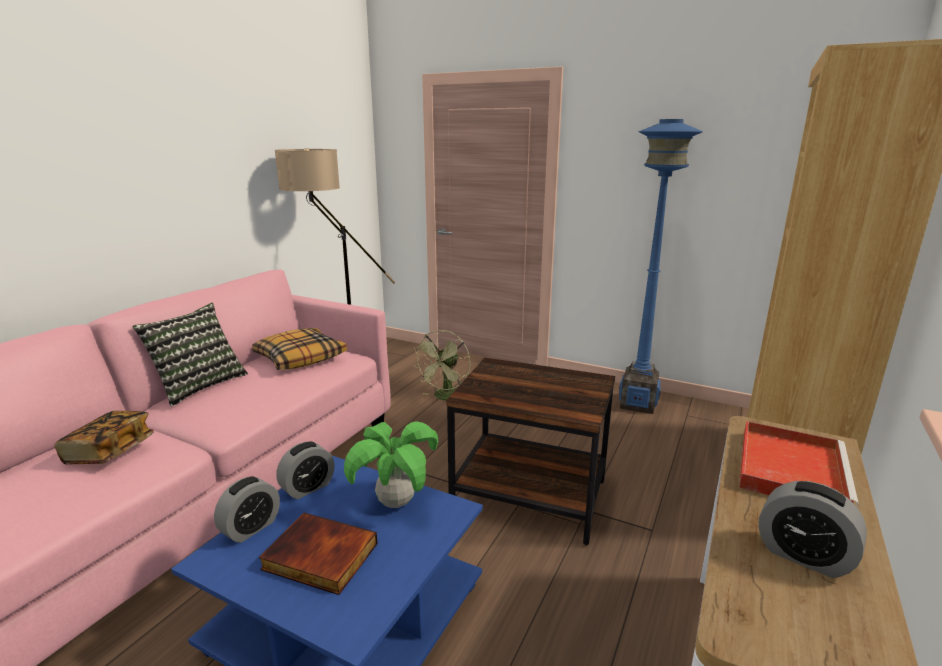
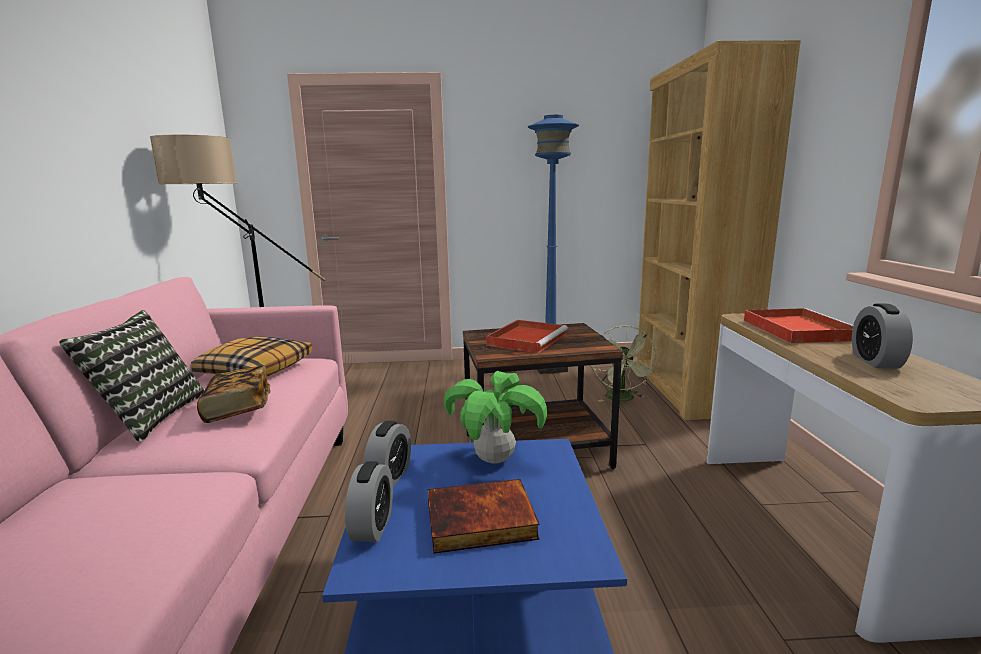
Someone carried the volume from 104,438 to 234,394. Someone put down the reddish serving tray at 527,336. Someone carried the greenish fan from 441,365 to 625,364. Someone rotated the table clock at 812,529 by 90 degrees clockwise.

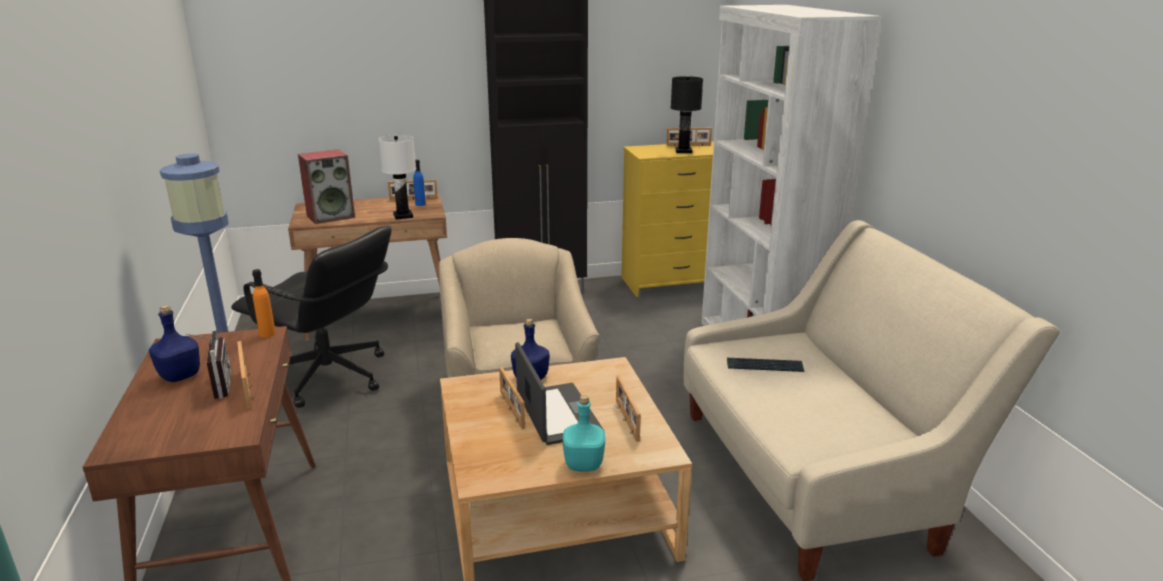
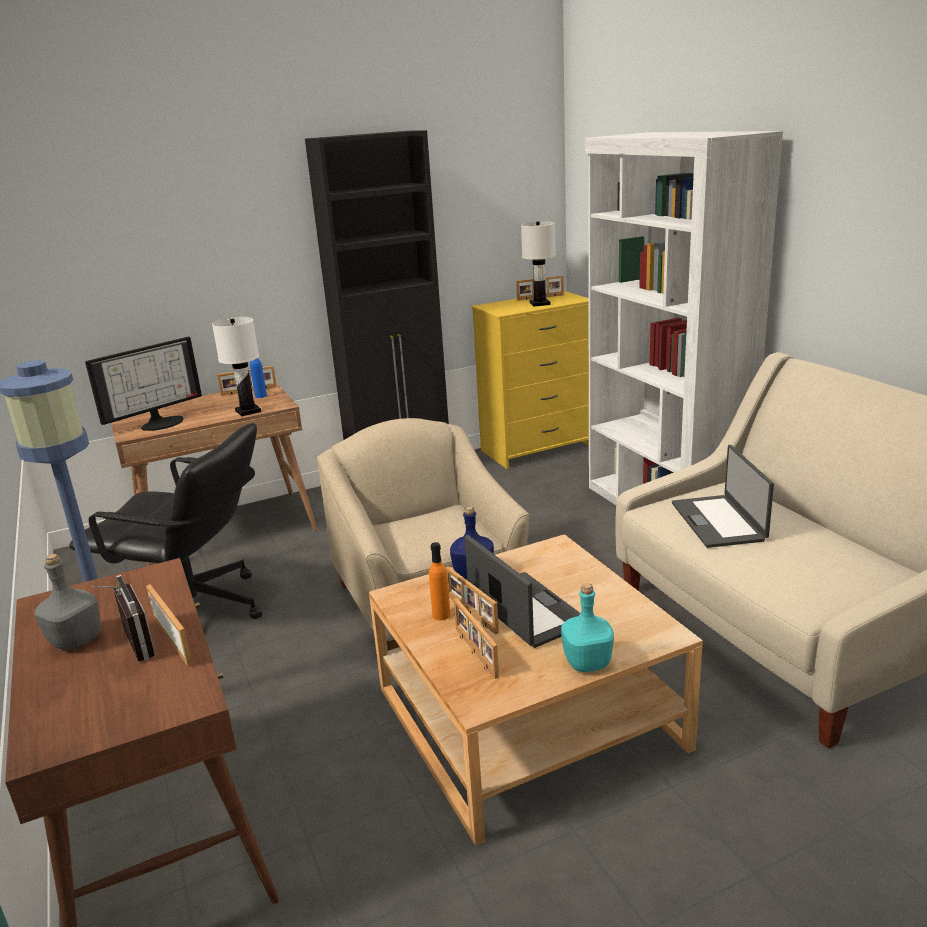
Someone repainted the blue-coloured drink bottle at 174,343, which became the greyish drink bottle at 67,602. Someone swapped the audio speaker at 326,186 for the monitor at 143,384. Someone carried the orangey drink bottle from 264,303 to 439,581. Someone carried the standing frame from 628,408 to 476,638. Someone repainted the black lamp for a table at 687,114, which became the whitish lamp for a table at 538,264. Someone swapped the keyboard at 765,365 for the laptop at 723,496.

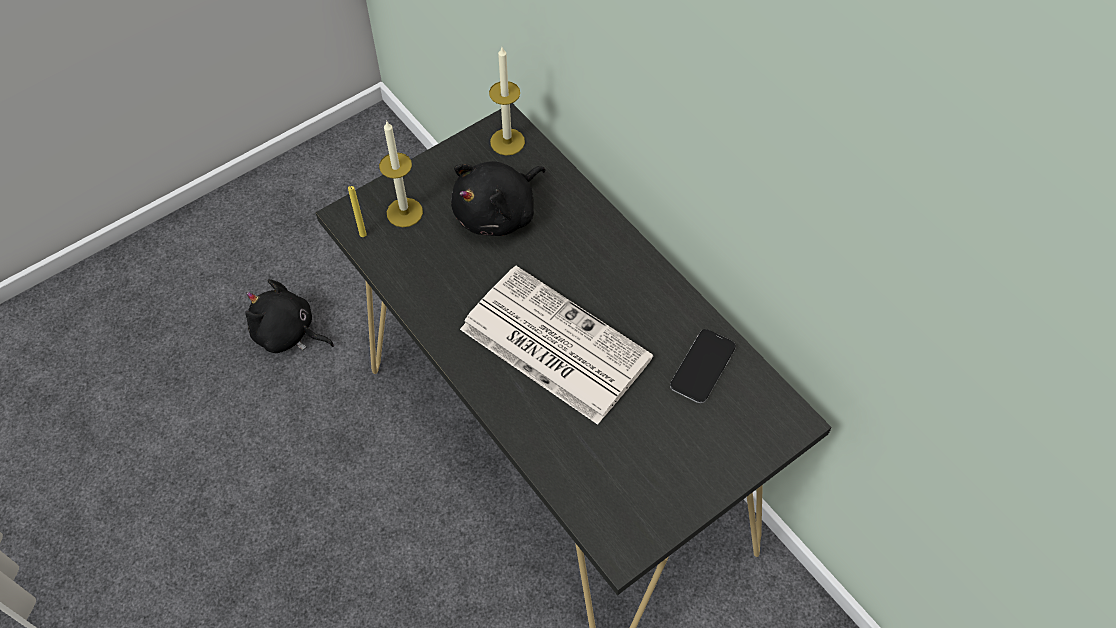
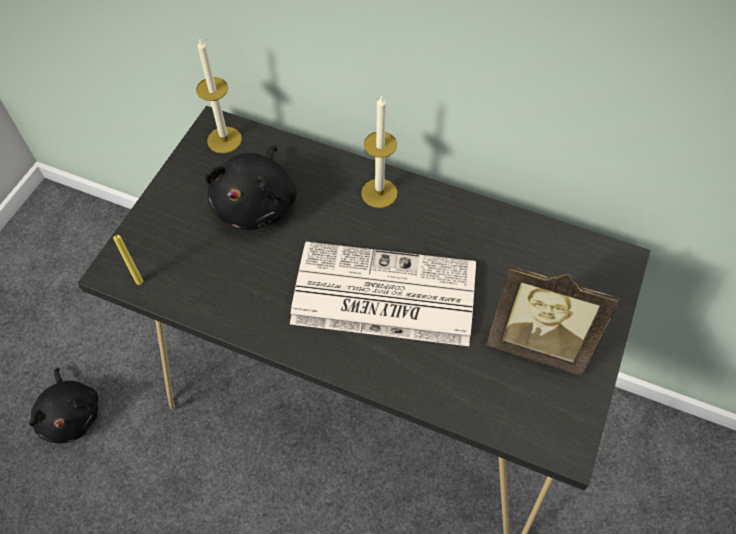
Someone rotated the black soft toy at 289,316 by 105 degrees counterclockwise. Someone carried the candle from 401,174 to 379,151. Someone put down the standing frame at 553,319. Someone took away the telephone at 703,366.

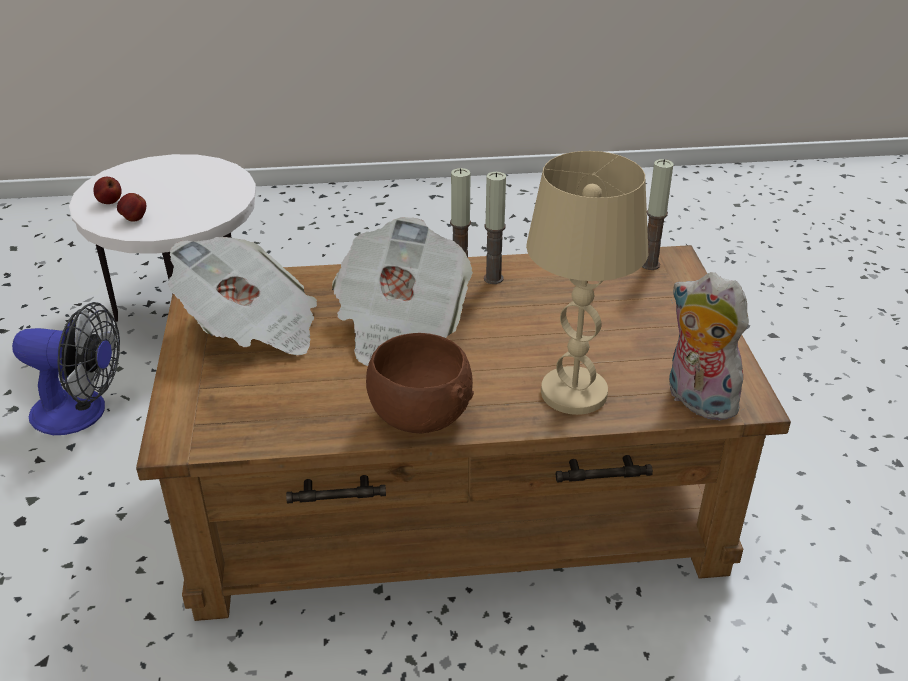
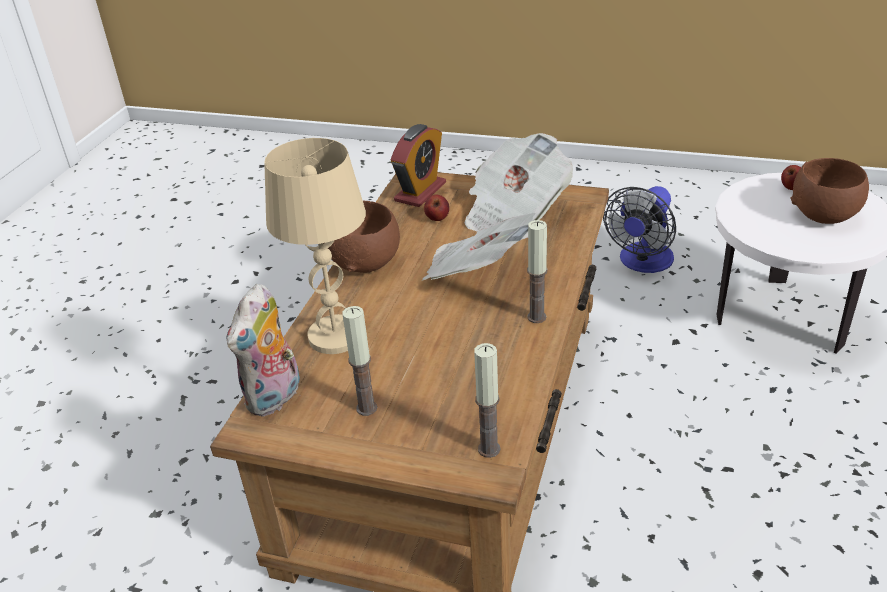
Someone rotated the soft toy at 709,346 by 135 degrees clockwise. Someone carried the candle from 495,228 to 360,361. Someone put down the table clock at 418,165. Someone carried the whole apple from 131,207 to 436,208. Someone put down the brown-coloured serving bowl at 829,191.

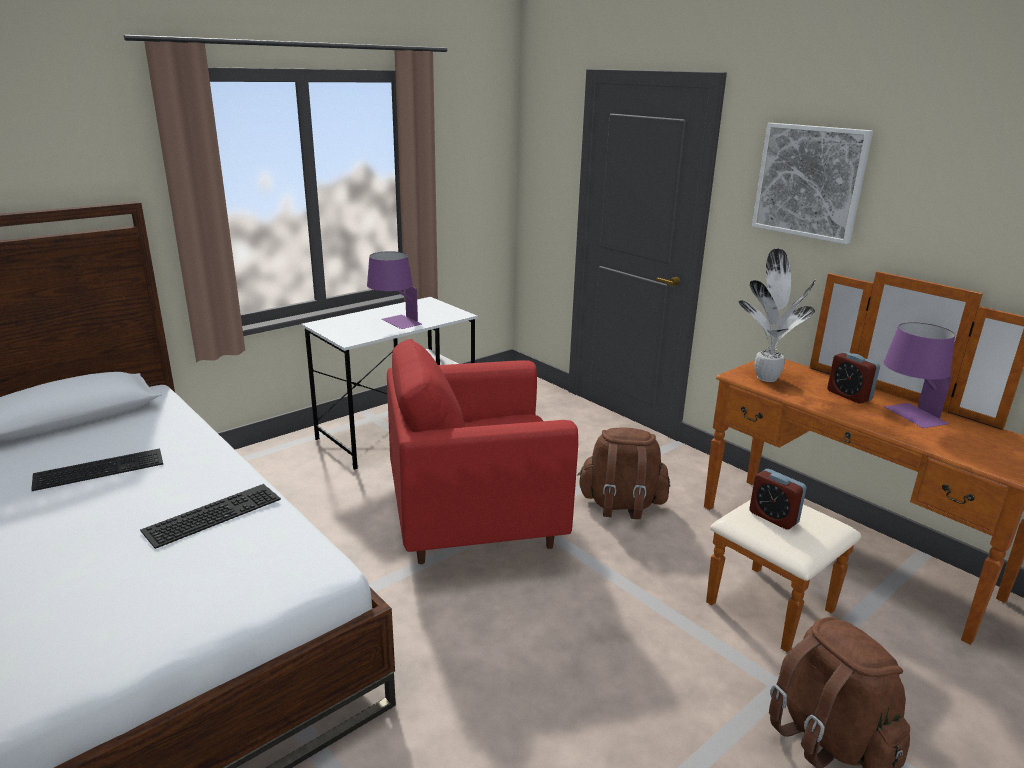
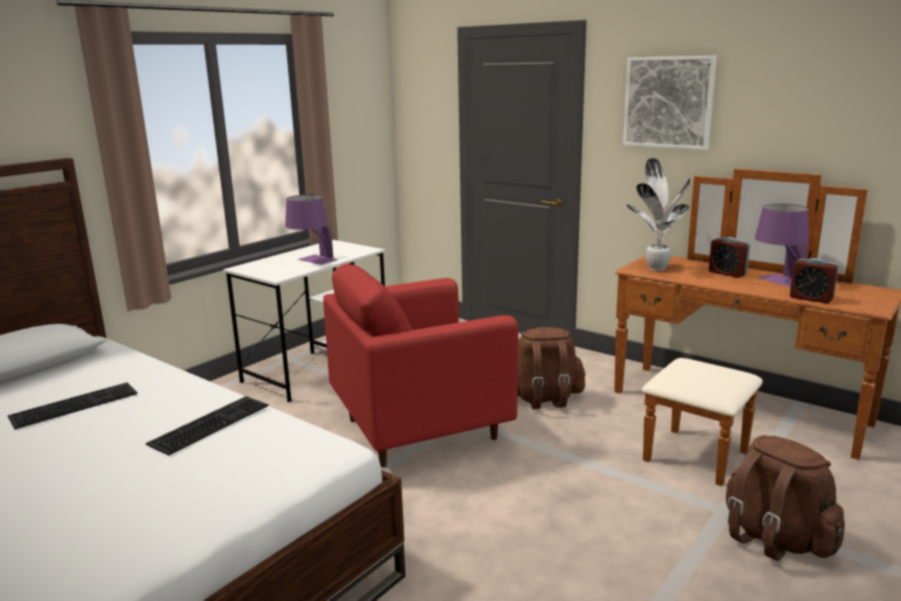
Someone carried the table clock from 778,499 to 814,280.

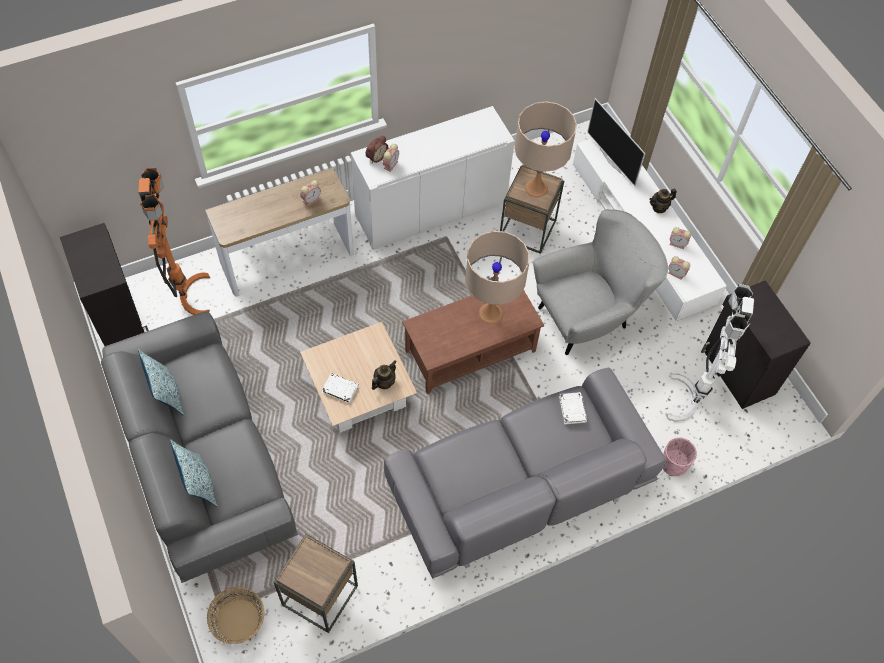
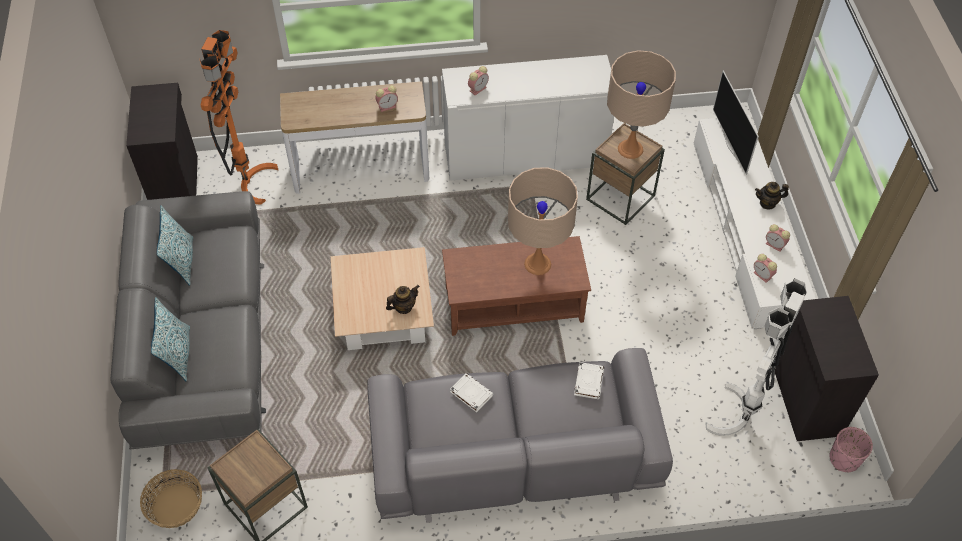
Someone carried the whitish volume from 340,388 to 471,392. Someone carried the pink planter from 680,456 to 851,449. Someone took away the table clock at 376,149. Someone took away the greyish easy chair at 600,282.

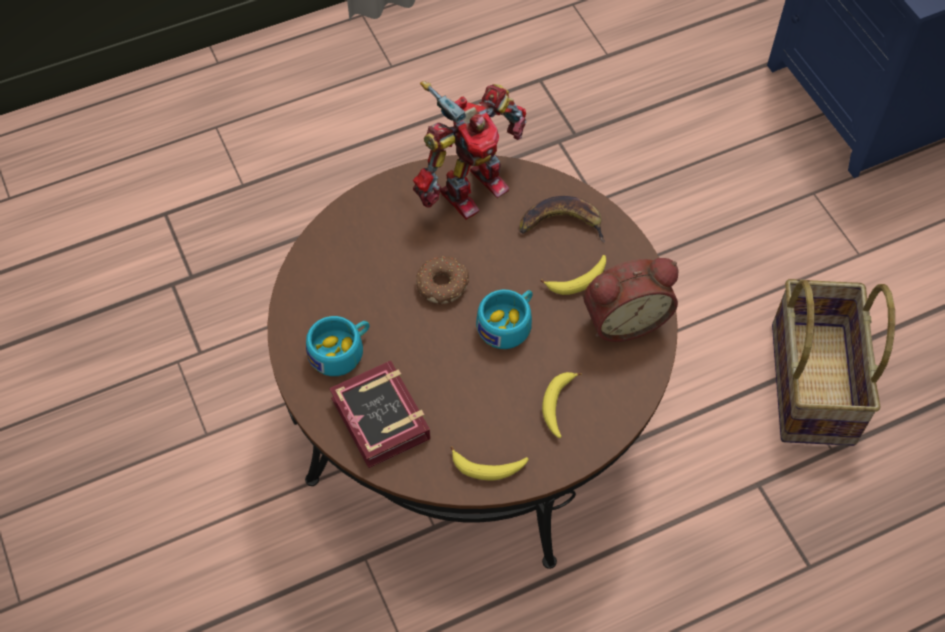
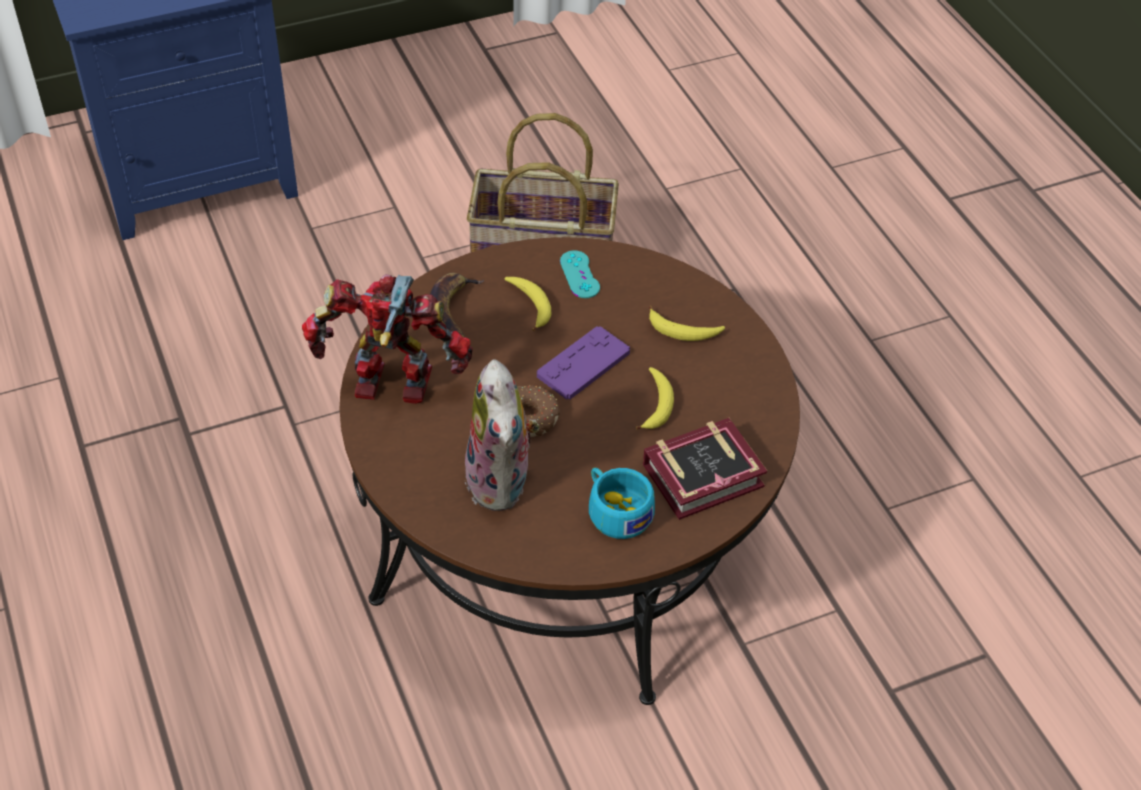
Someone rotated the model robot at 469,150 by 45 degrees counterclockwise. Someone put down the soft toy at 502,435. Someone swapped the turquoise-coloured drinking cup at 504,319 for the purple gamepad at 583,363. Someone swapped the table clock at 630,300 for the turquoise-coloured gamepad at 580,274. Someone carried the whole banana from 489,463 to 655,398.

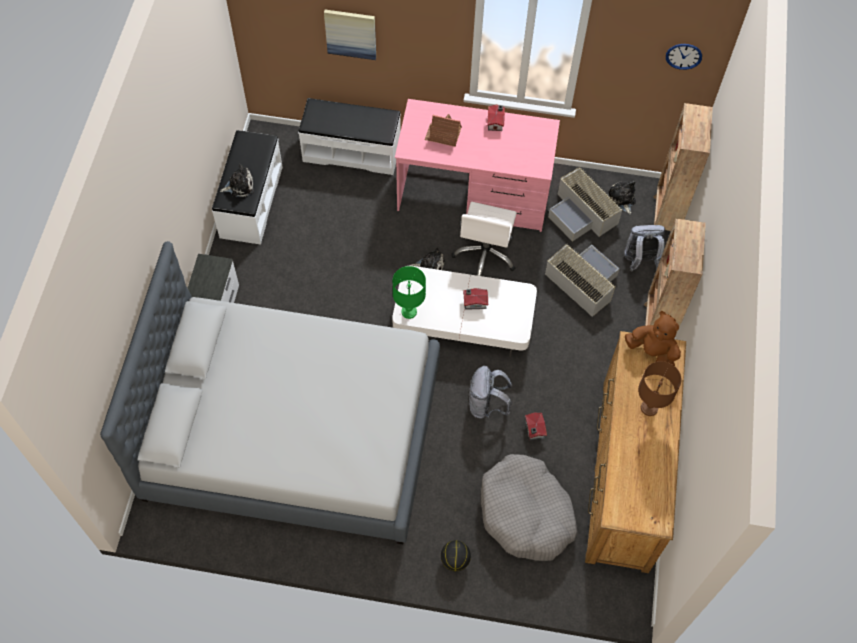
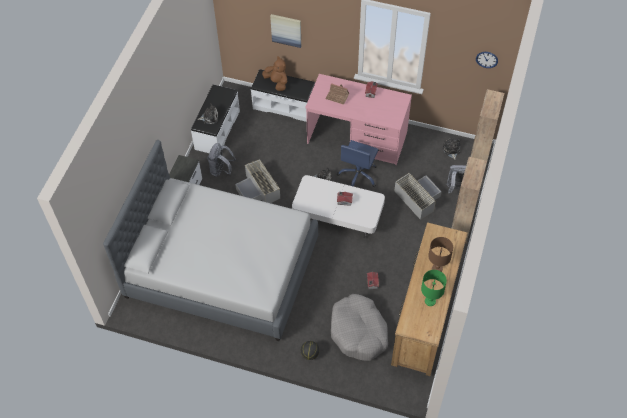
Someone carried the greyish knapsack from 490,392 to 221,160. Someone carried the greyish storage bin from 585,204 to 257,181. Someone carried the brown-coloured soft toy from 653,338 to 274,73. Someone repainted the whitish office chair at 484,239, which became the blue-coloured office chair at 358,163. Someone carried the greenish lamp for a table from 409,292 to 434,288.

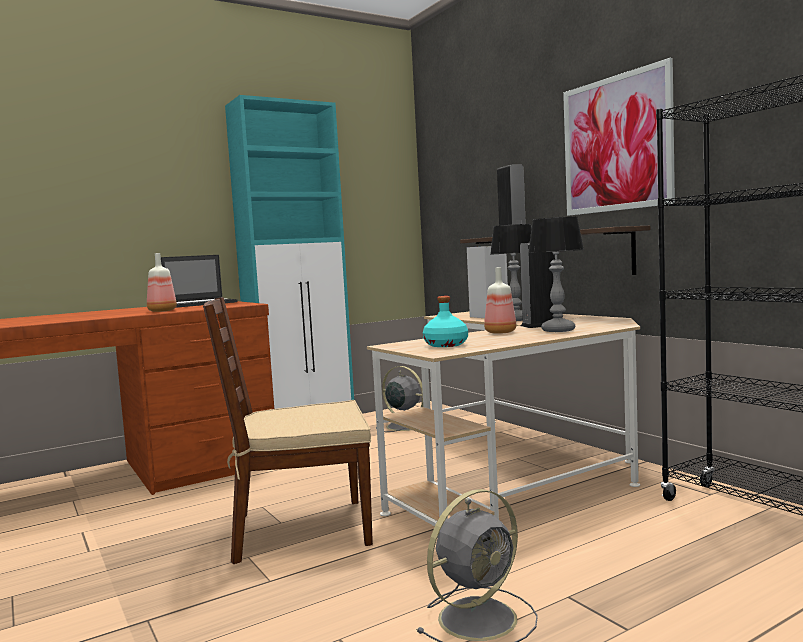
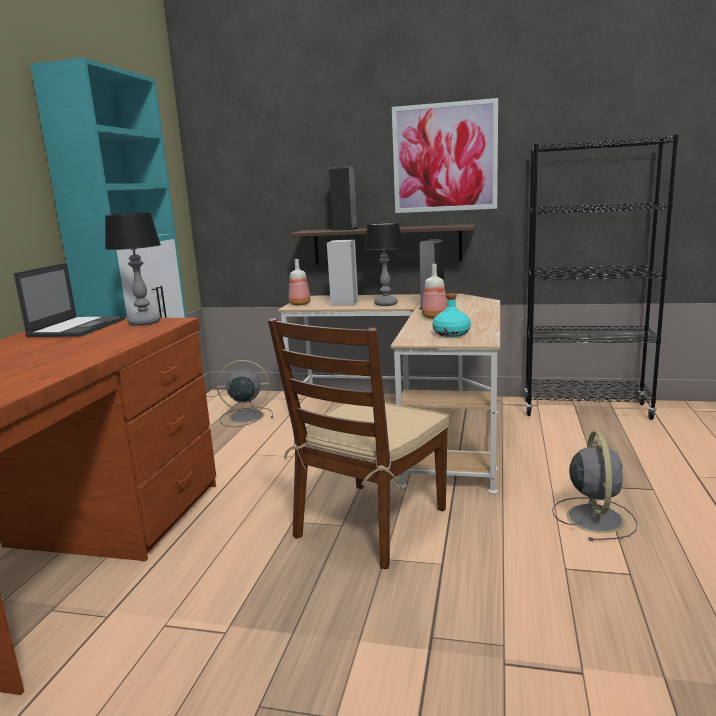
Someone carried the lamp for a table from 556,274 to 133,269. Someone carried the drink bottle from 162,282 to 300,282.

